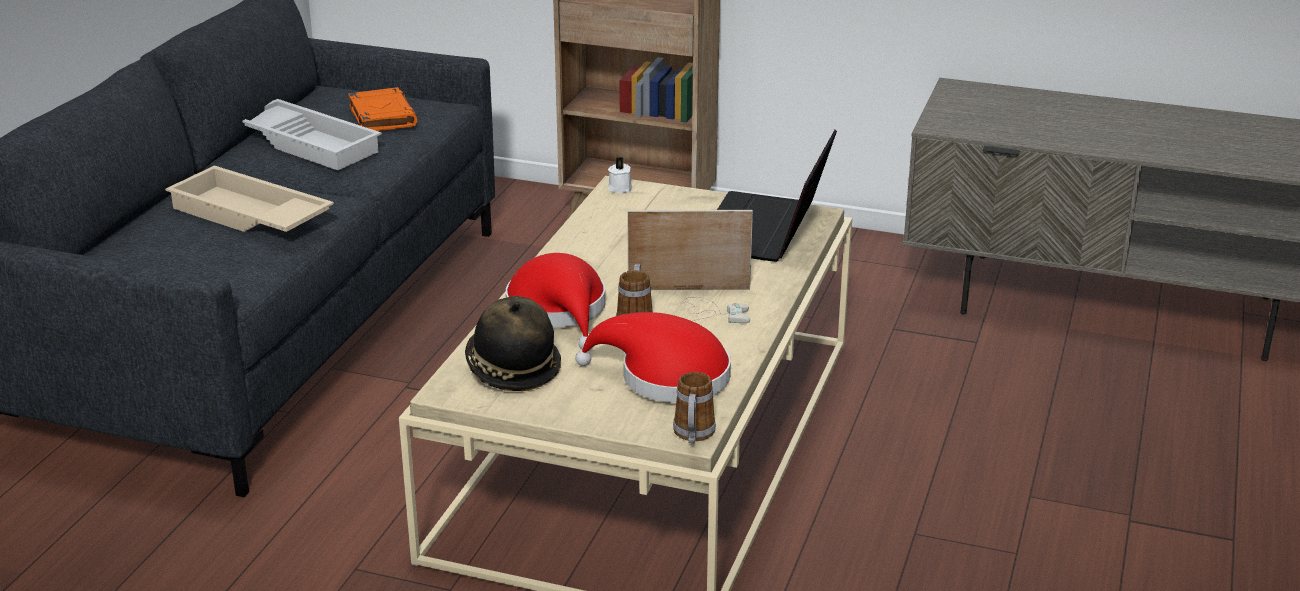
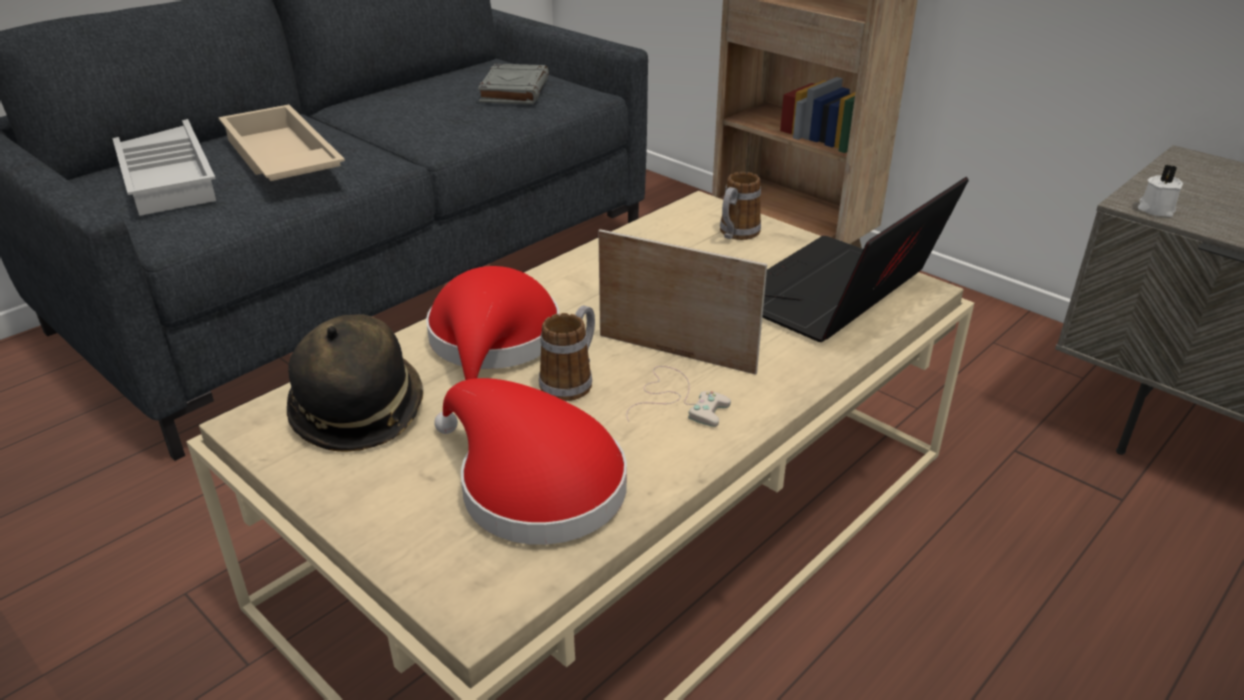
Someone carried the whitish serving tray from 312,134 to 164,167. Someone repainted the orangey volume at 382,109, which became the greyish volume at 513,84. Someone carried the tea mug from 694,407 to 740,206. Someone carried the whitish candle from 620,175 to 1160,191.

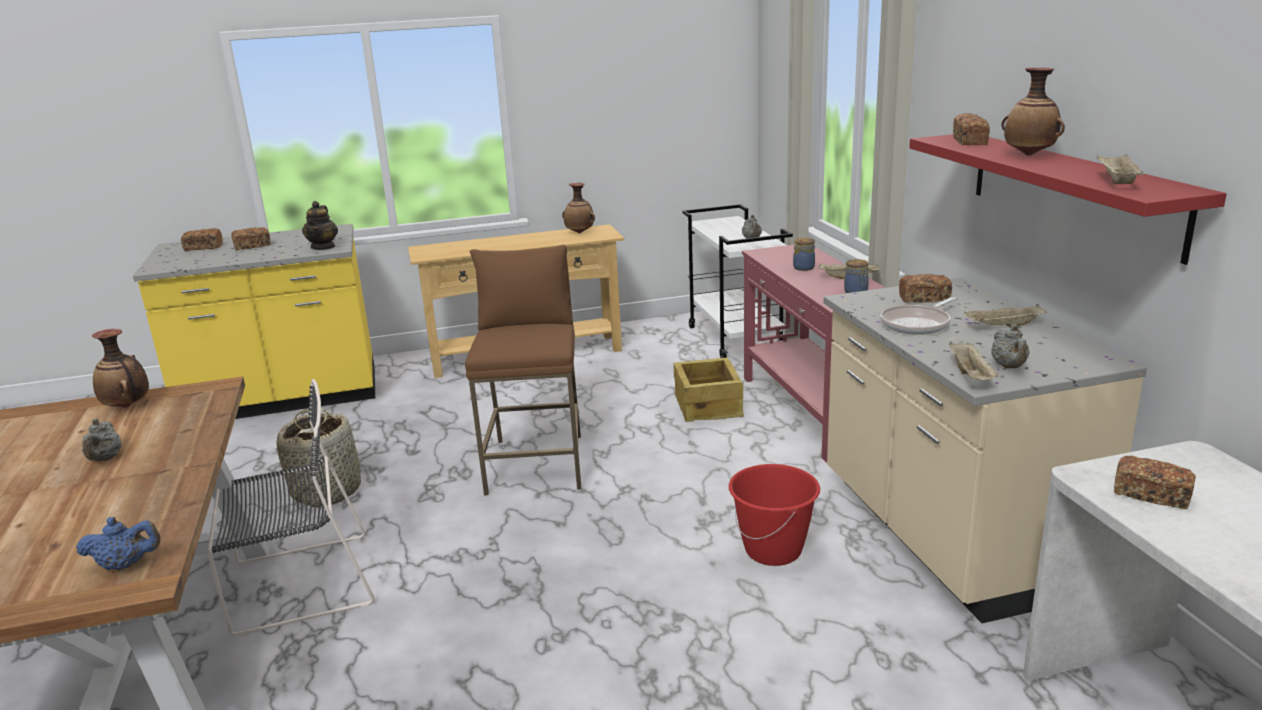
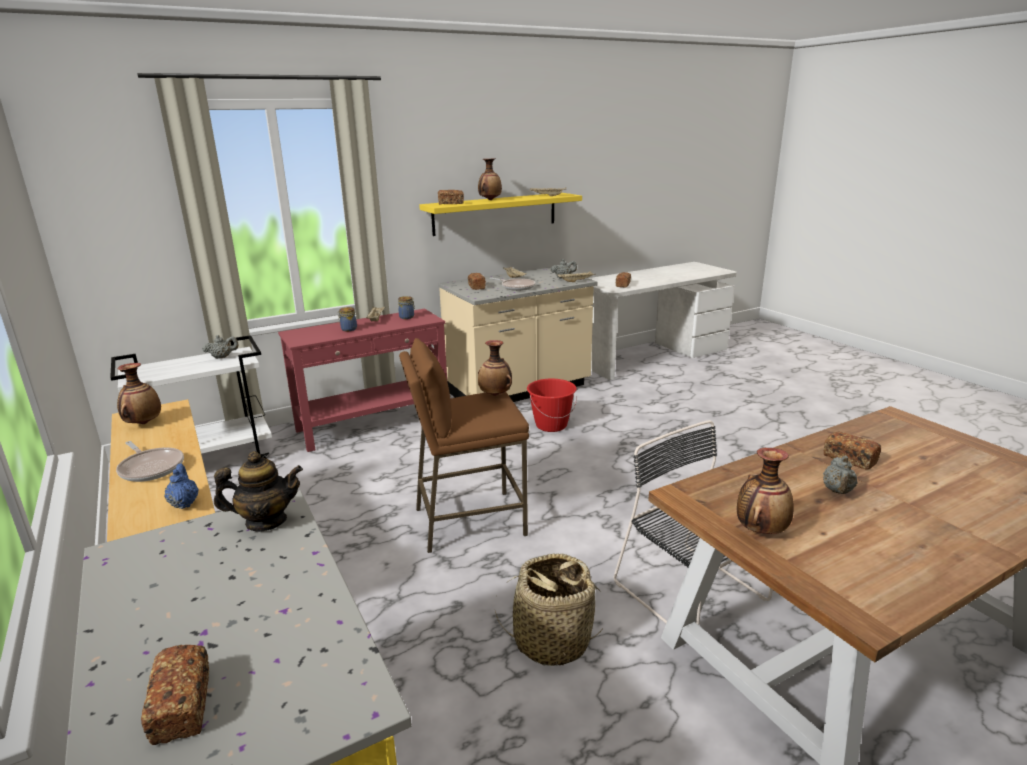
Someone put down the frying pan at 150,461. Someone carried the blue-coloured teapot from 118,543 to 181,486. Someone repainted the reddish bracket shelf at 1068,199, which became the yellow-coloured bracket shelf at 500,214. Someone put down the vase at 495,368. Someone rotated the greyish teapot at 101,439 by 135 degrees clockwise. Someone carried the bakery bread from 251,238 to 852,450. Someone took away the packing crate at 708,390.

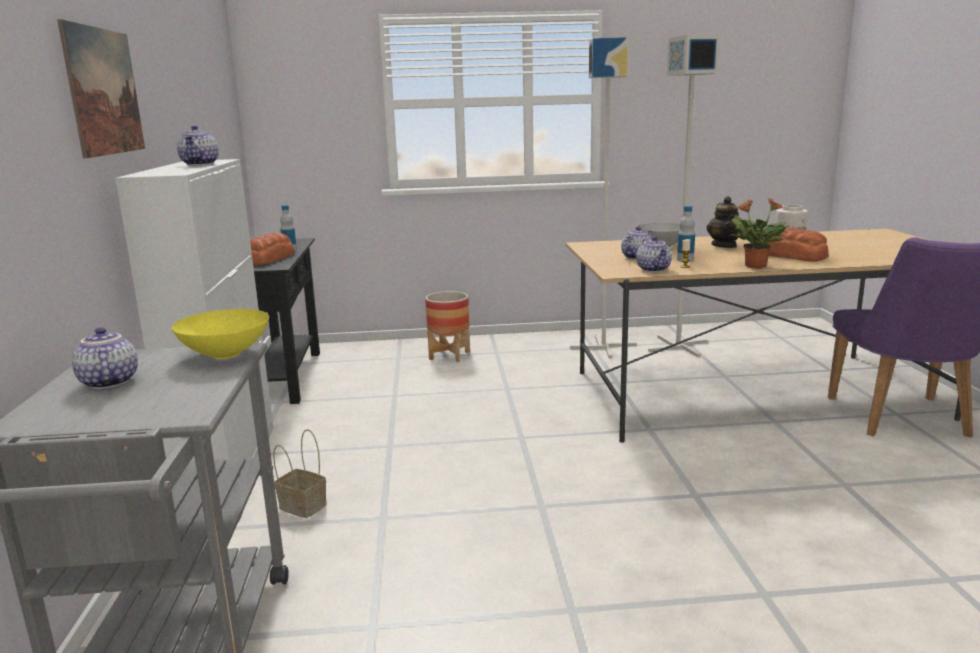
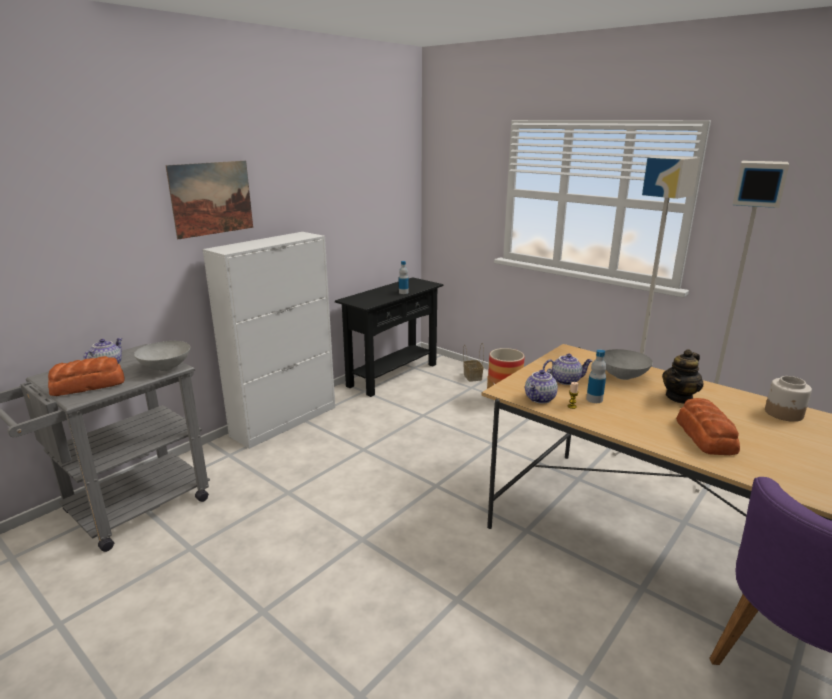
Someone carried the bakery bread from 272,249 to 86,376. Someone repainted the yellow-coloured serving bowl at 220,334, which became the greyish serving bowl at 162,356. Someone carried the basket from 300,473 to 473,362. Someone took away the teapot at 198,145. Someone took away the potted plant at 759,233.

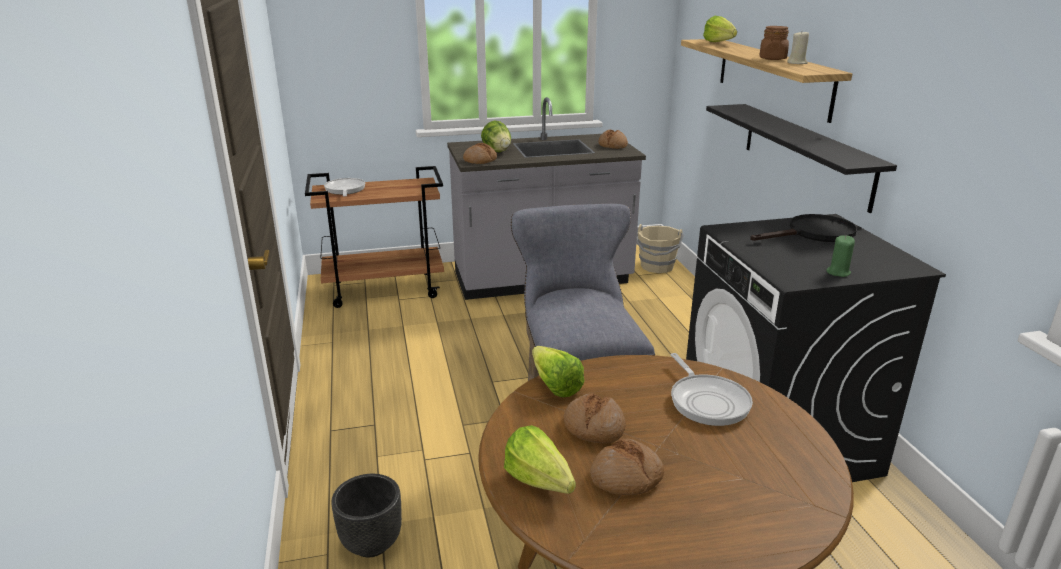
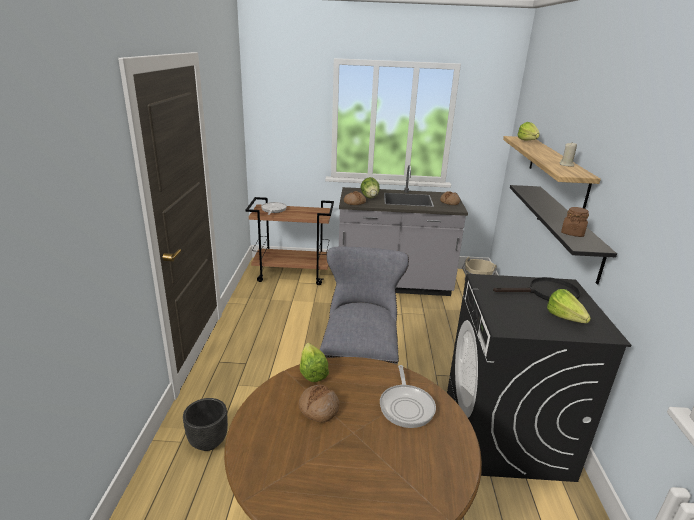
Someone carried the lettuce head from 540,459 to 569,306. Someone carried the brown-coloured storage jar from 774,43 to 575,222. Someone took away the bakery bread at 627,467. Someone took away the greenish candle at 841,256.

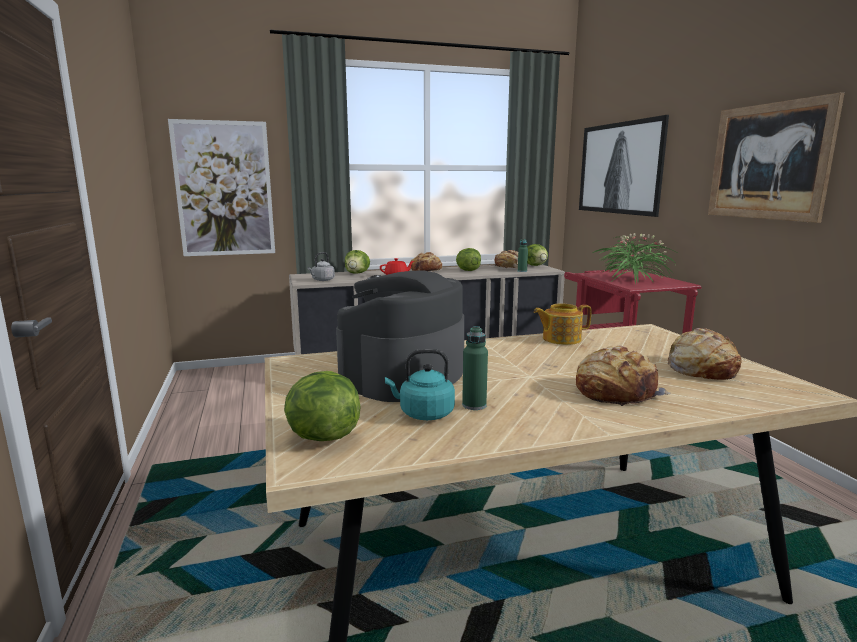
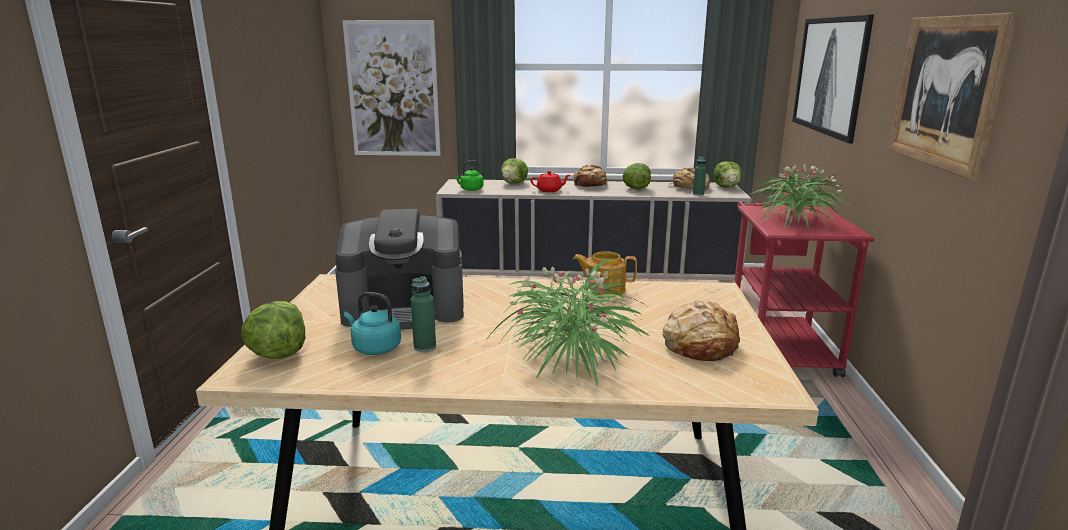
Someone rotated the coffee machine at 400,336 by 150 degrees counterclockwise. Someone repainted the greyish kettle at 321,266, which became the greenish kettle at 469,176. Someone swapped the bakery bread at 623,376 for the potted plant at 568,322.

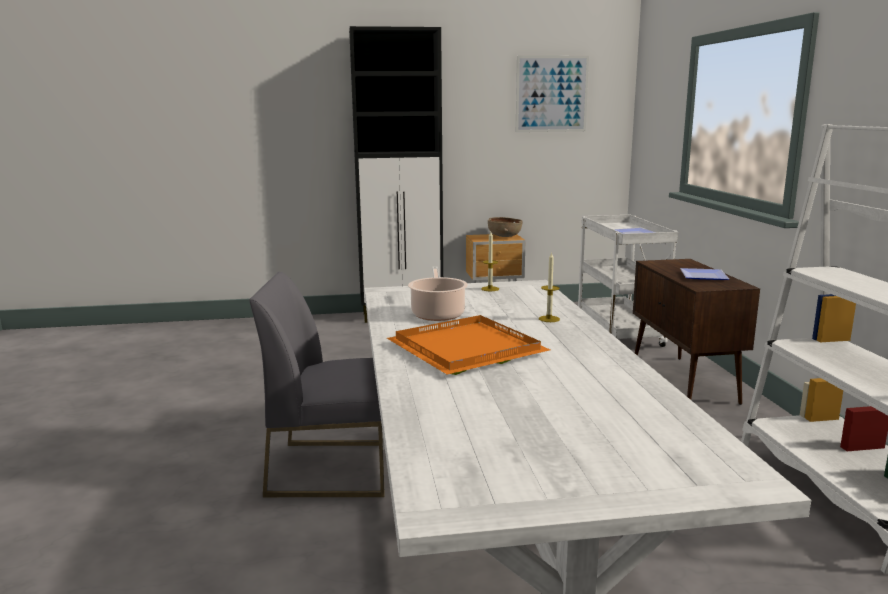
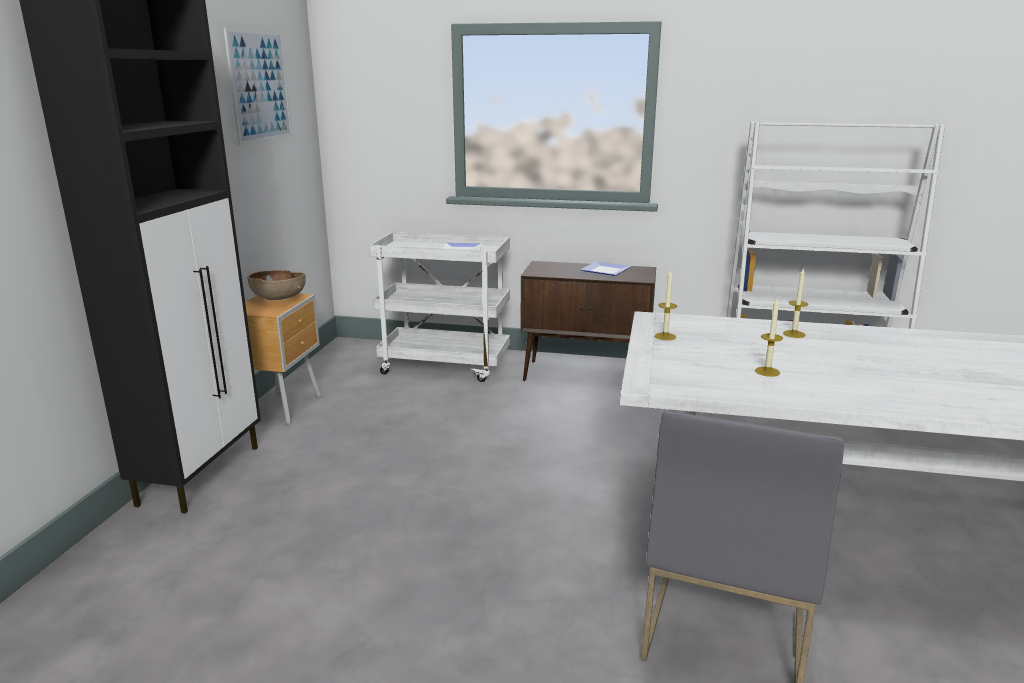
Someone swapped the stockpot at 438,293 for the candle at 769,337. Someone took away the orangey serving tray at 468,345.

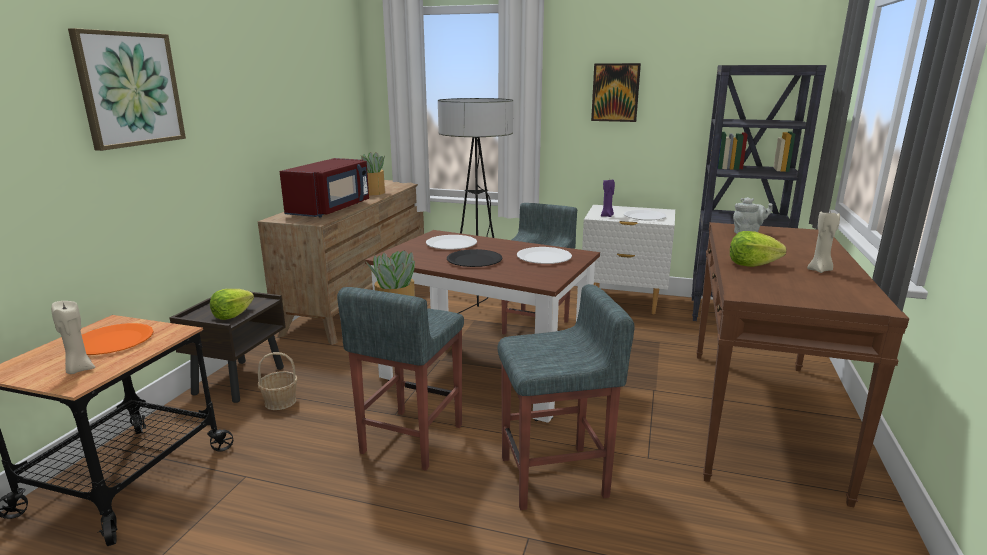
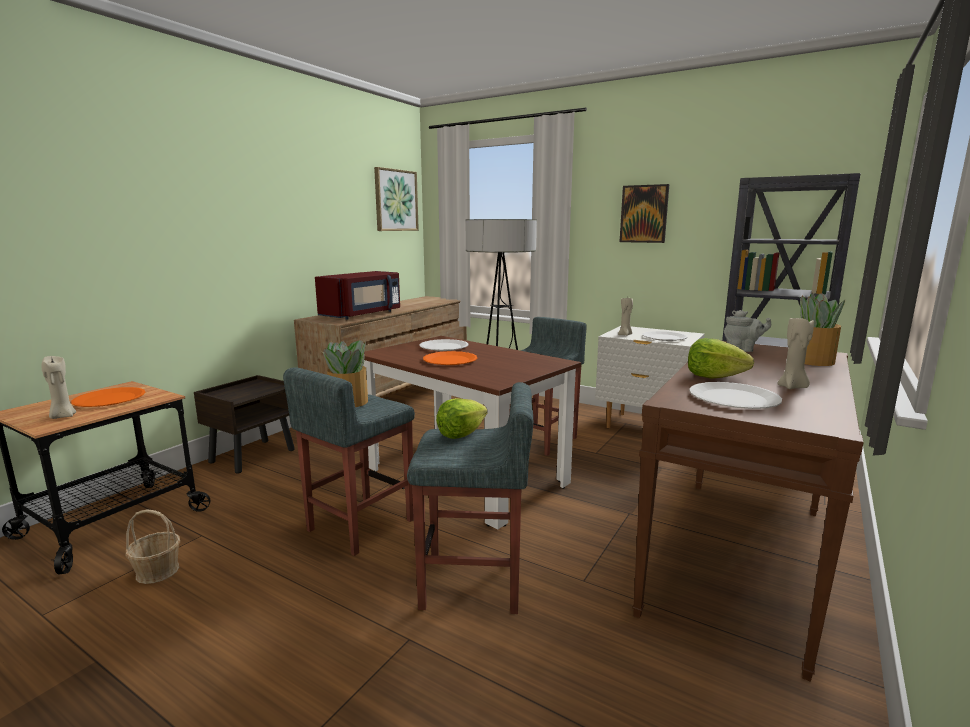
Someone carried the basket from 278,381 to 153,546. Someone carried the wall art from 127,89 to 396,199. Someone repainted the black flat dish at 474,258, which became the orangey flat dish at 450,358. Someone carried the lettuce head from 232,304 to 461,418. Someone repainted the purple candle at 608,198, which became the beige candle at 625,317. Someone carried the whitish flat dish from 544,255 to 735,395. Someone carried the potted plant from 373,173 to 822,329.

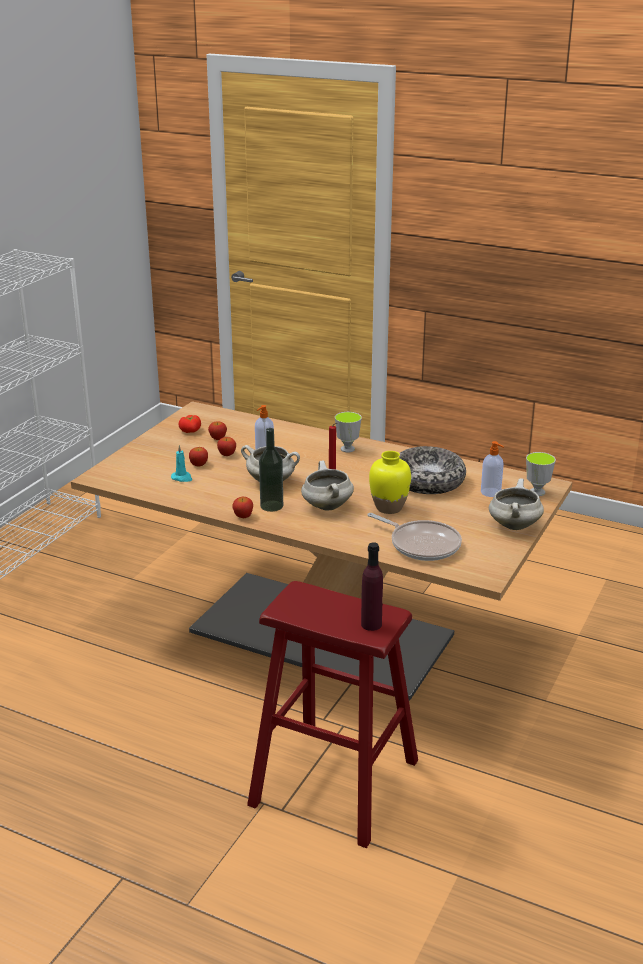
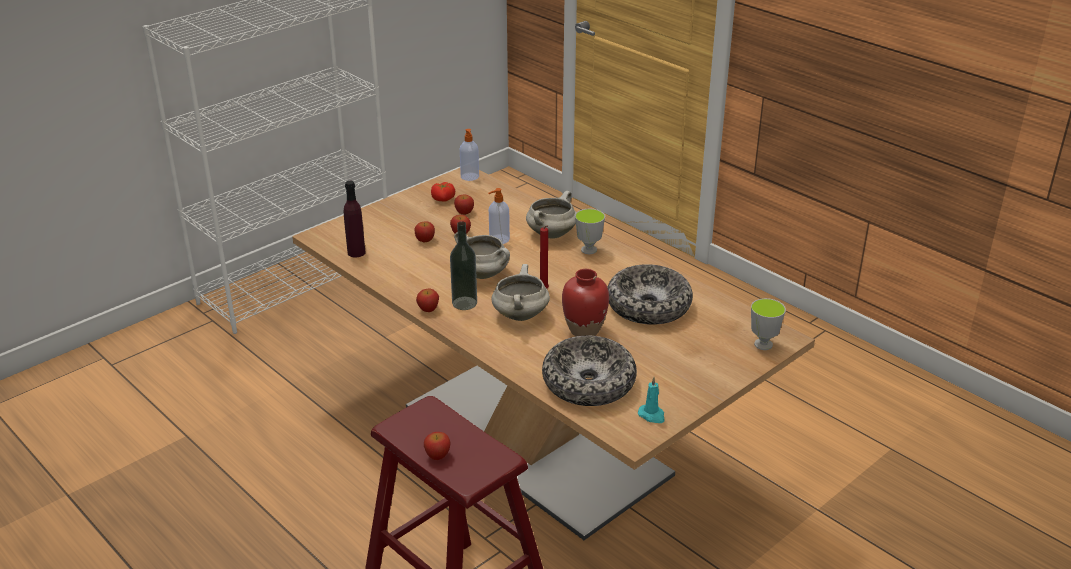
Someone carried the purple drink bottle from 372,586 to 354,219. Someone put down the whole apple at 437,446. Someone carried the soap dispenser from 492,469 to 469,155. Someone carried the whitish stockpot from 516,504 to 551,214. Someone swapped the frying pan at 414,537 for the serving bowl at 589,371. Someone repainted the yellow-coloured vase at 390,482, which became the reddish vase at 585,302. Someone carried the turquoise-coloured candle from 181,463 to 651,400.

